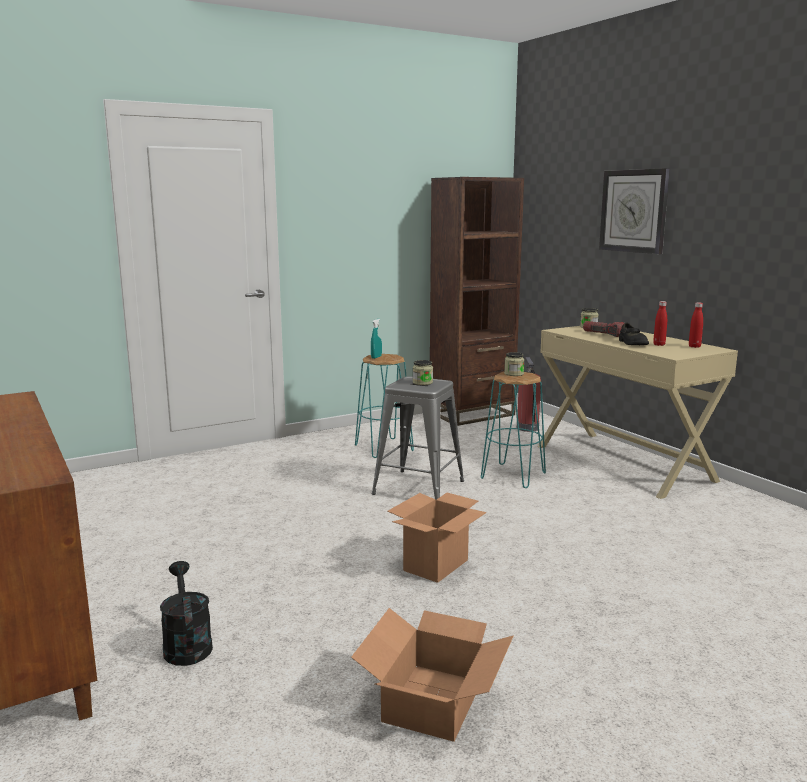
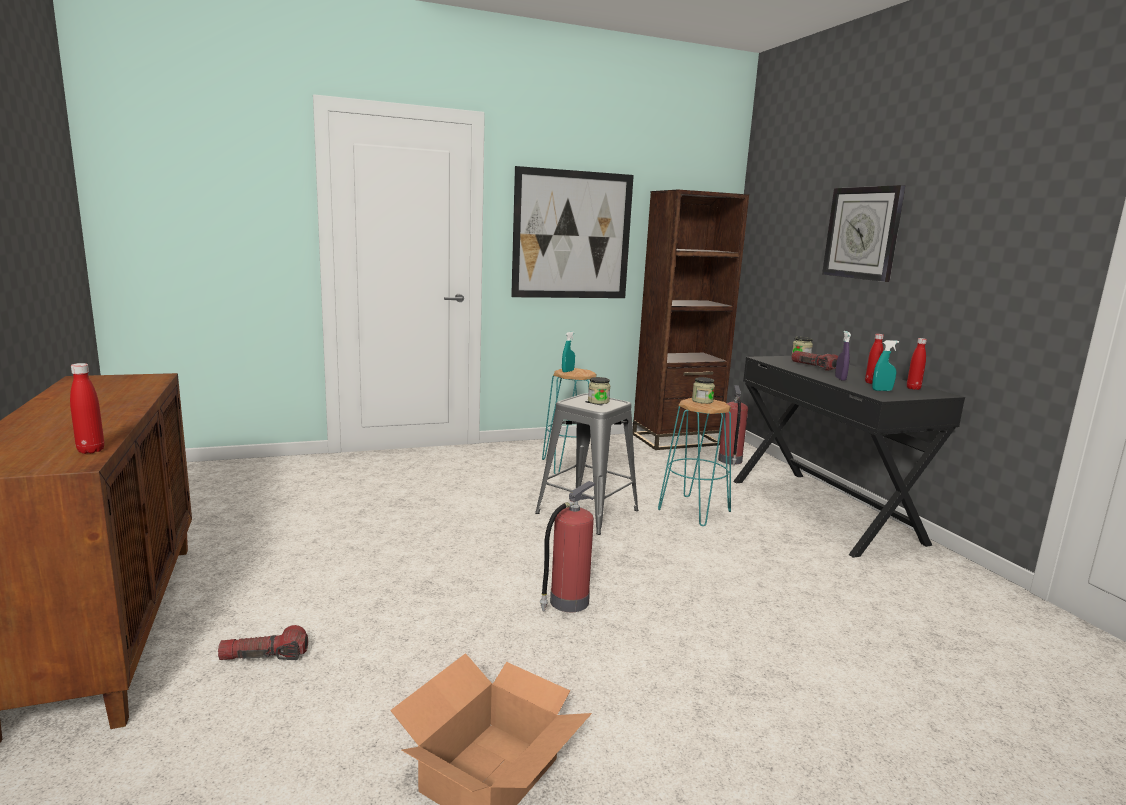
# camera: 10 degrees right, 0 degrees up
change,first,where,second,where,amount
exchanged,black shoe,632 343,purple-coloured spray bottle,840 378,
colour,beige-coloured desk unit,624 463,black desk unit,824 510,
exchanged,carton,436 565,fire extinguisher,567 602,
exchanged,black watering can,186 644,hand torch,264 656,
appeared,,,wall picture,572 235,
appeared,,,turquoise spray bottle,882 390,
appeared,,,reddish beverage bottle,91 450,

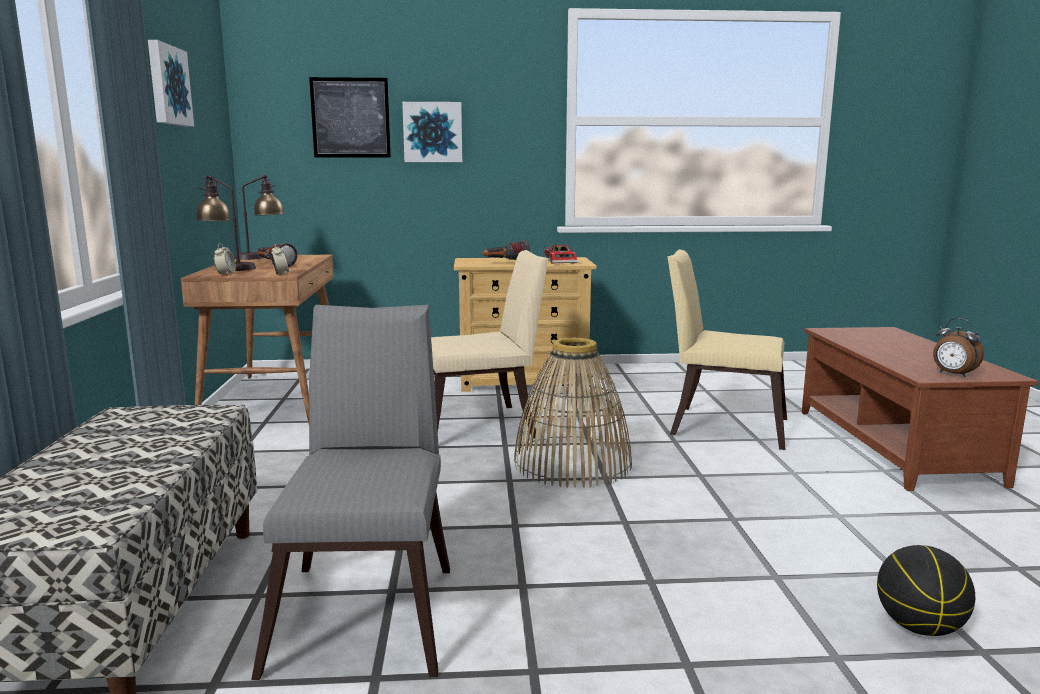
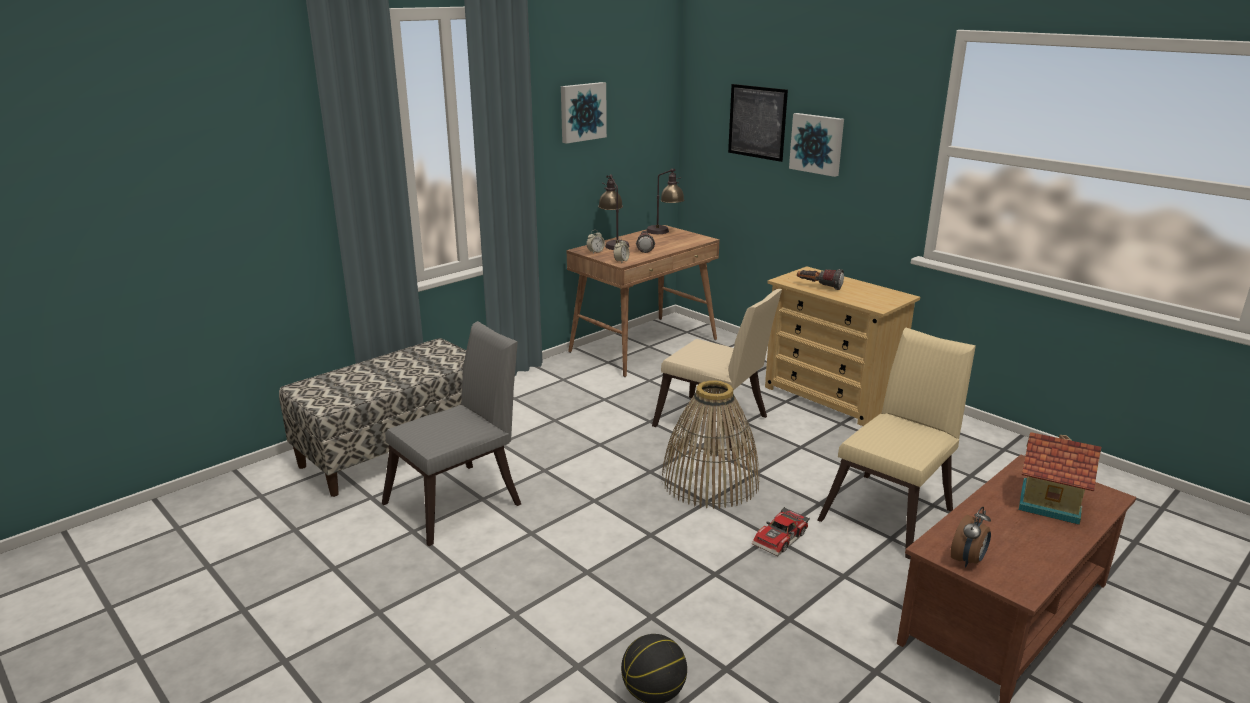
# camera: 50 degrees right, 10 degrees up
change,first,where,second,where,amount
relocated,toy car,561 261,,782 539,
spun,beige-coloured upright chair,720 425,,892 511,60 degrees clockwise
spun,alarm clock,952 374,,968 560,150 degrees counterclockwise
appeared,,,model house,1049 502,

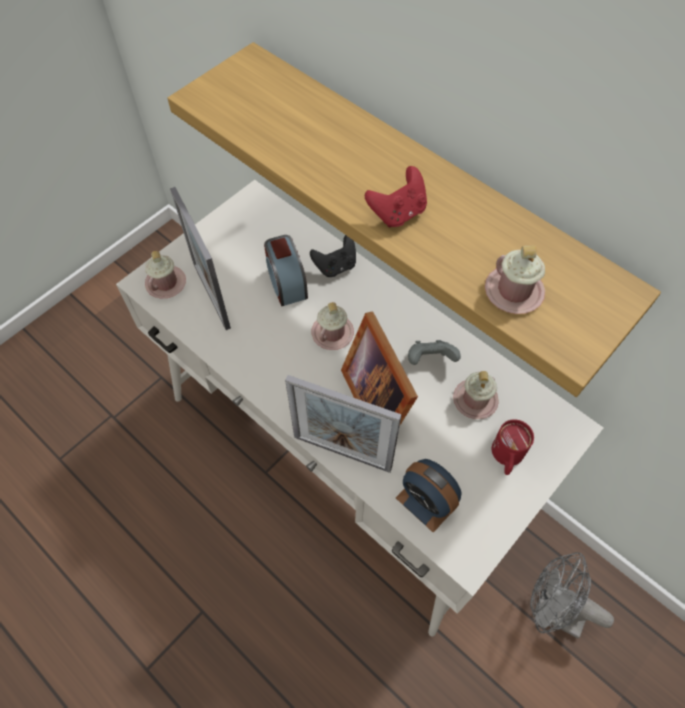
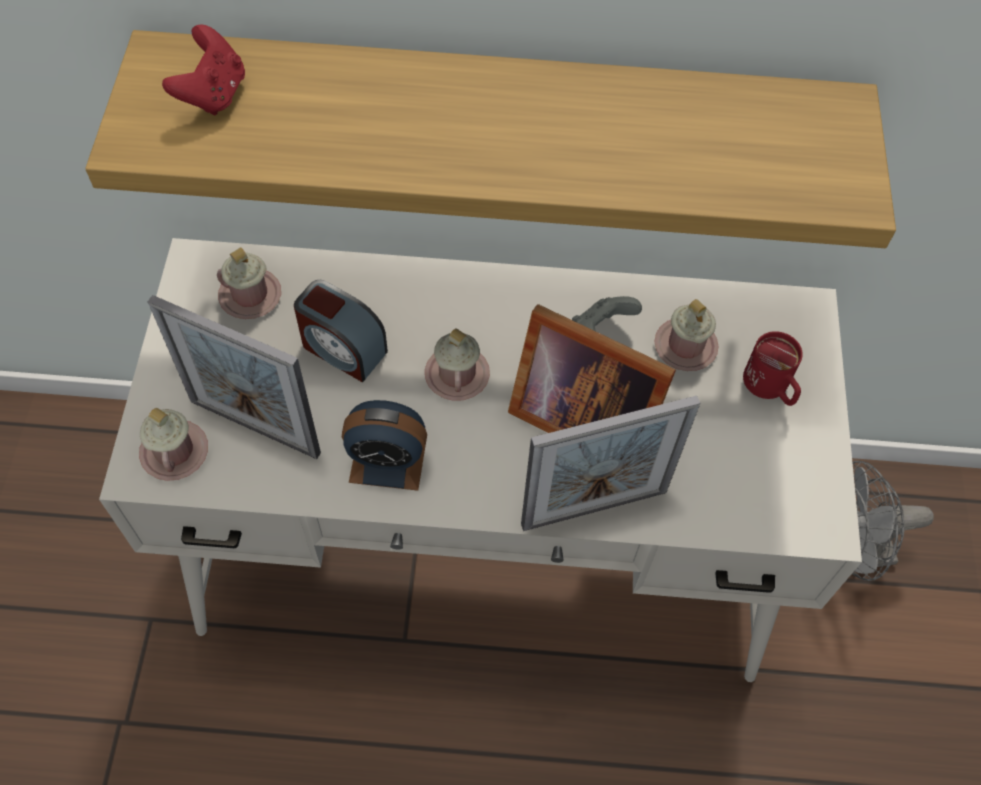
# camera: 40 degrees left, 0 degrees up
change,first,where,second,where,amount
relocated,reddish joypad,398 213,,213 94,
missing,black joypad,335 266,,,
relocated,pink coffee mug,513 291,,250 295,
relocated,alarm clock,427 501,,387 461,

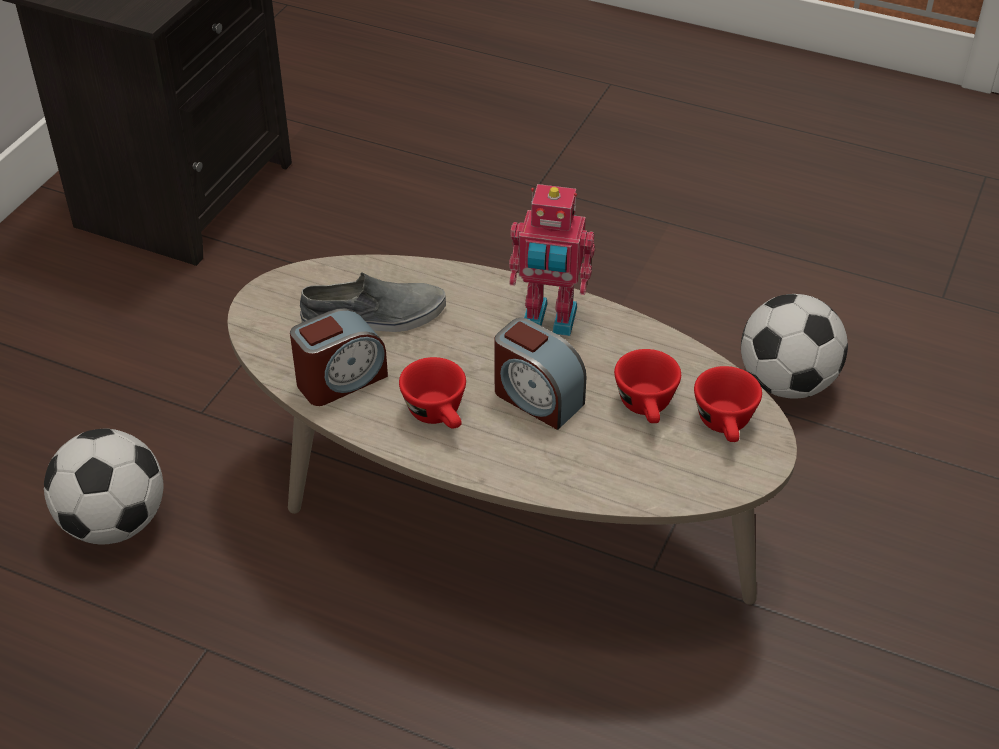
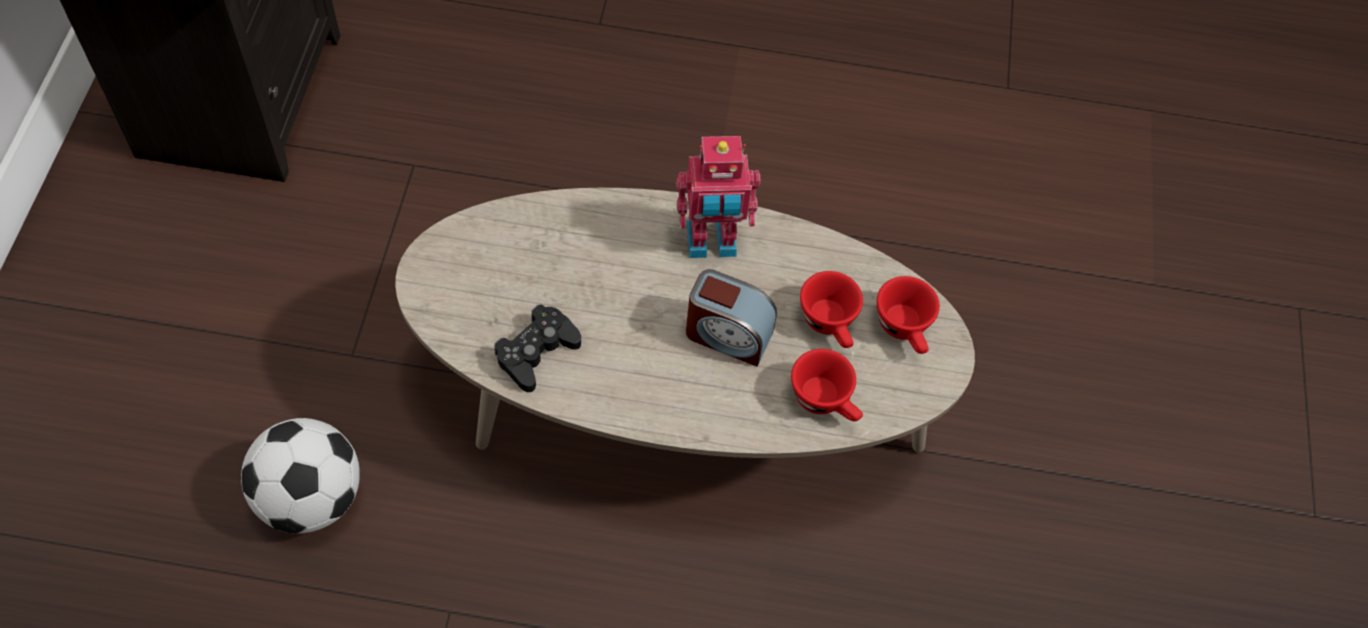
# camera: 20 degrees left, 15 degrees up
change,first,where,second,where,amount
missing,greyish shoe,374 317,,,
missing,ball for football,787 383,,,
exchanged,alarm clock,341 380,black joypad,536 352,
relocated,reddish cup,439 415,,826 401,

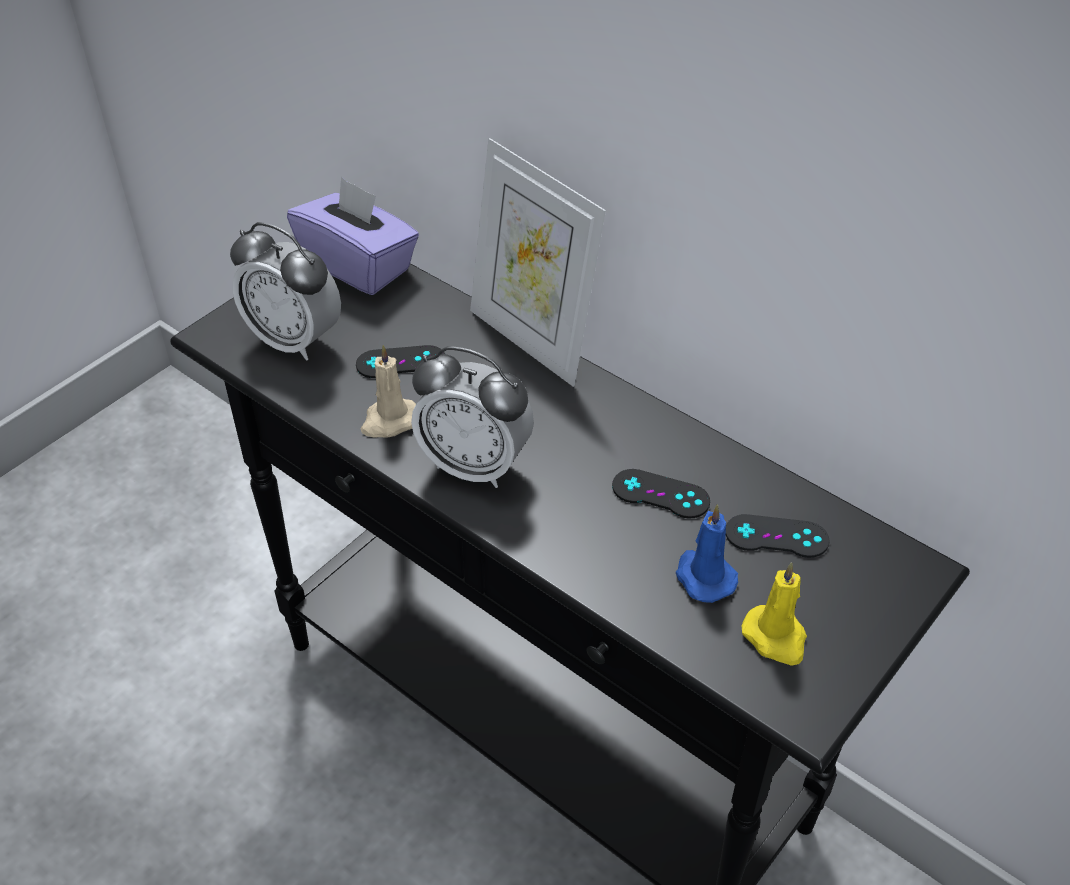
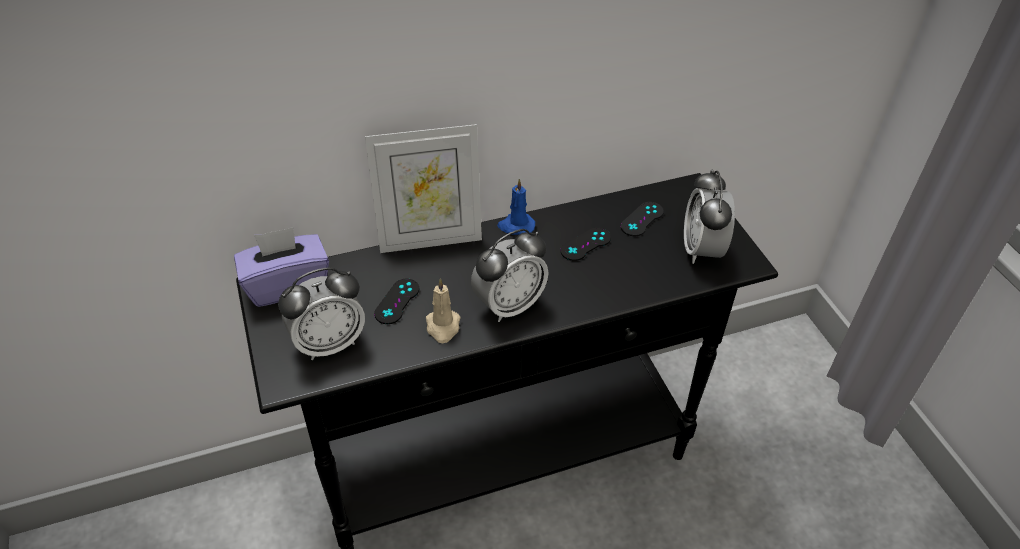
# camera: 60 degrees left, 0 degrees up
change,first,where,second,where,amount
relocated,bluish candle,703 576,,516 226,
exchanged,yellowish candle,776 638,alarm clock,701 250,

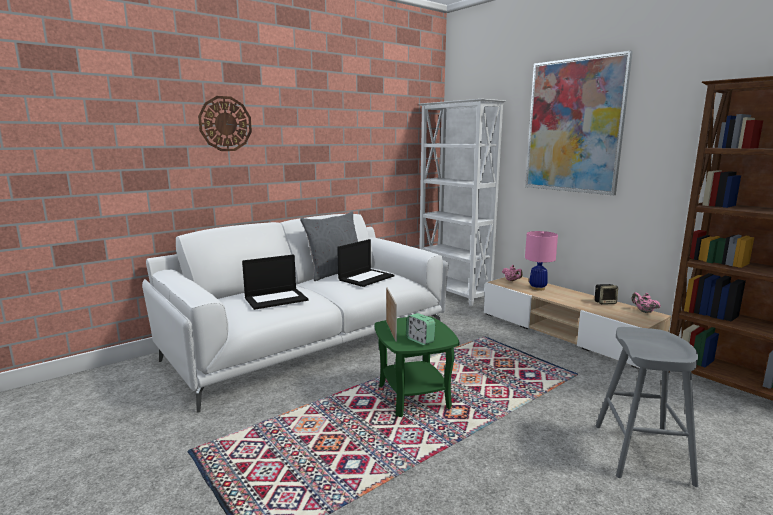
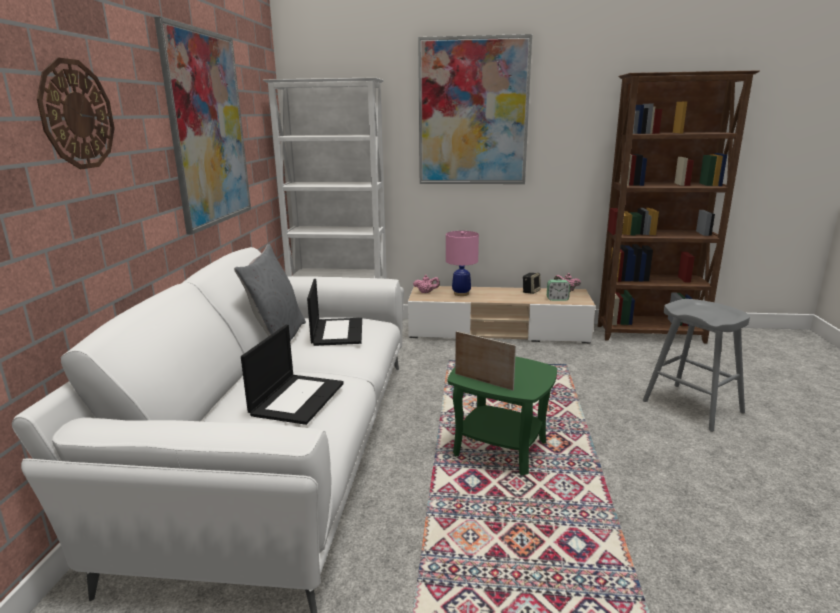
# camera: 45 degrees left, 5 degrees up
change,first,where,second,where,amount
relocated,alarm clock,420 340,,557 299,
appeared,,,wall picture,208 129,

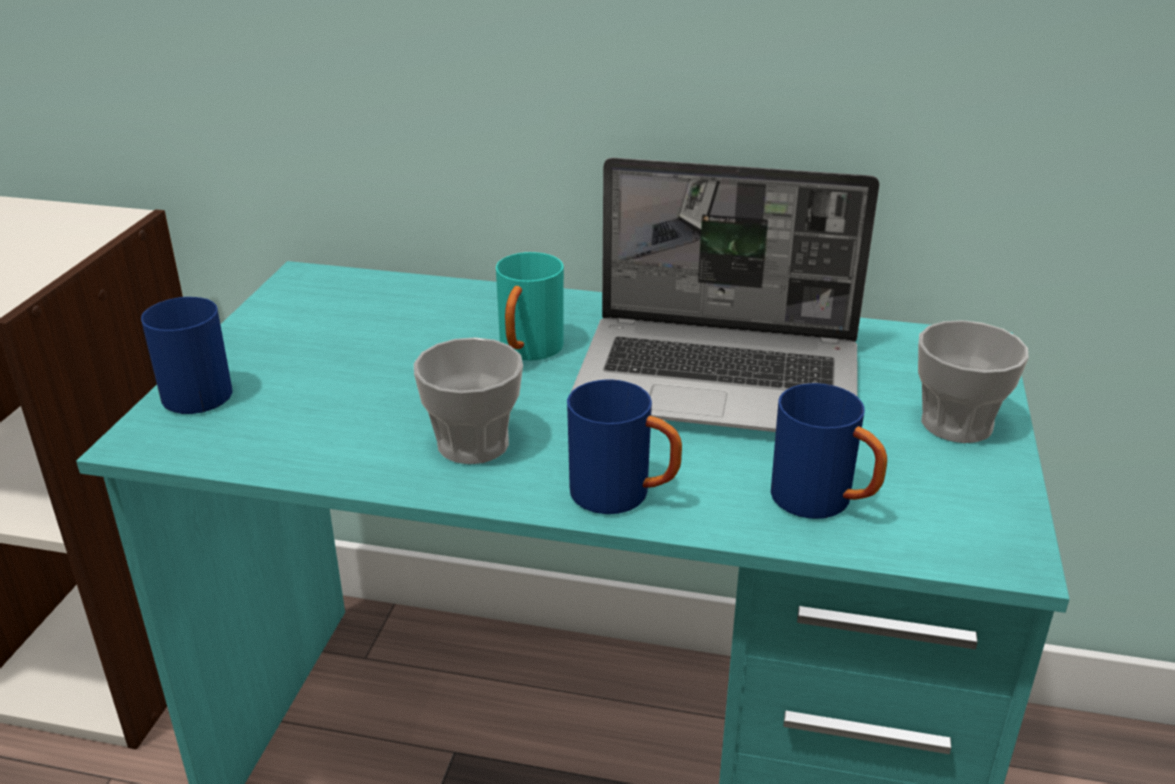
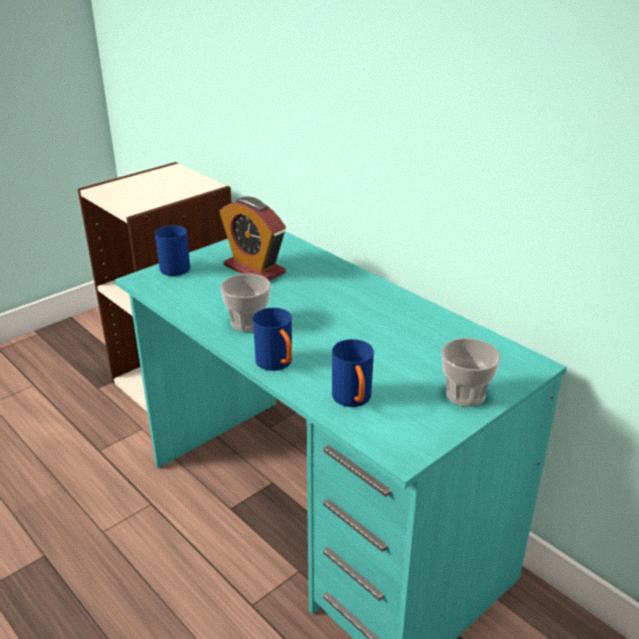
# camera: 35 degrees right, 0 degrees up
change,first,where,second,where,amount
missing,laptop,722 381,,,
missing,turquoise coffee mug,527 353,,,
appeared,,,alarm clock,254 269,

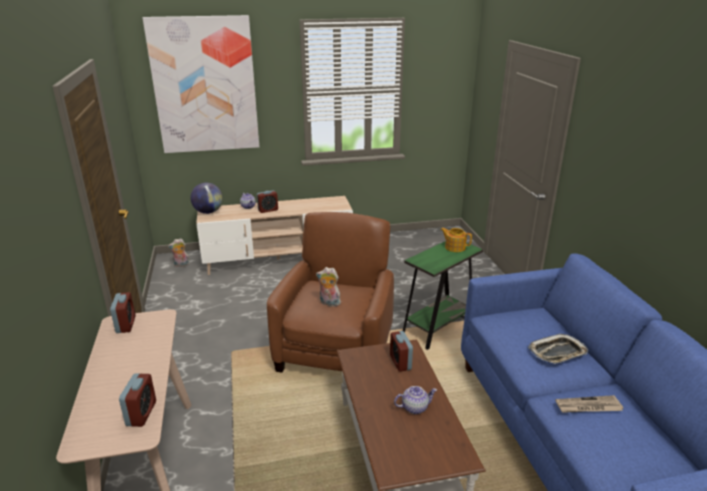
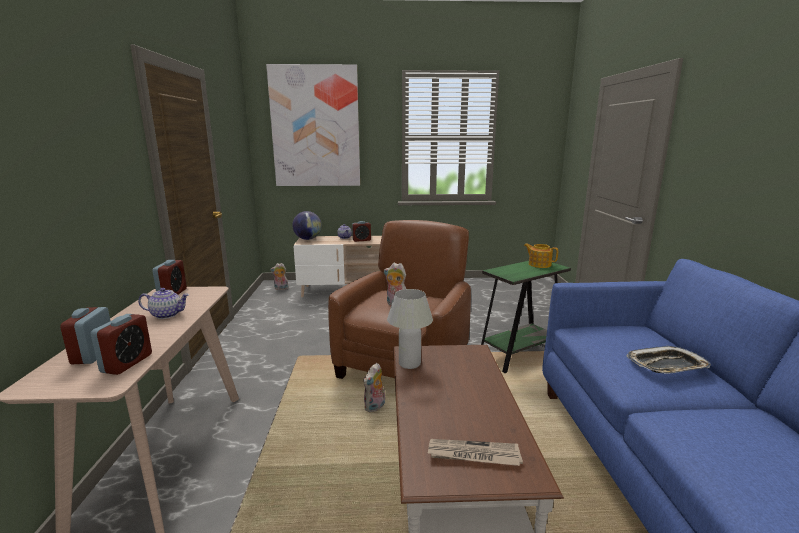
# camera: 10 degrees right, 10 degrees down
change,first,where,second,where,amount
relocated,alarm clock,400 362,,93 354,
relocated,pot for tea,415 407,,167 314,
relocated,daily paper,588 407,,473 455,
appeared,,,whitish tabletop lamp,409 364,
appeared,,,cuddly toy,375 407,

